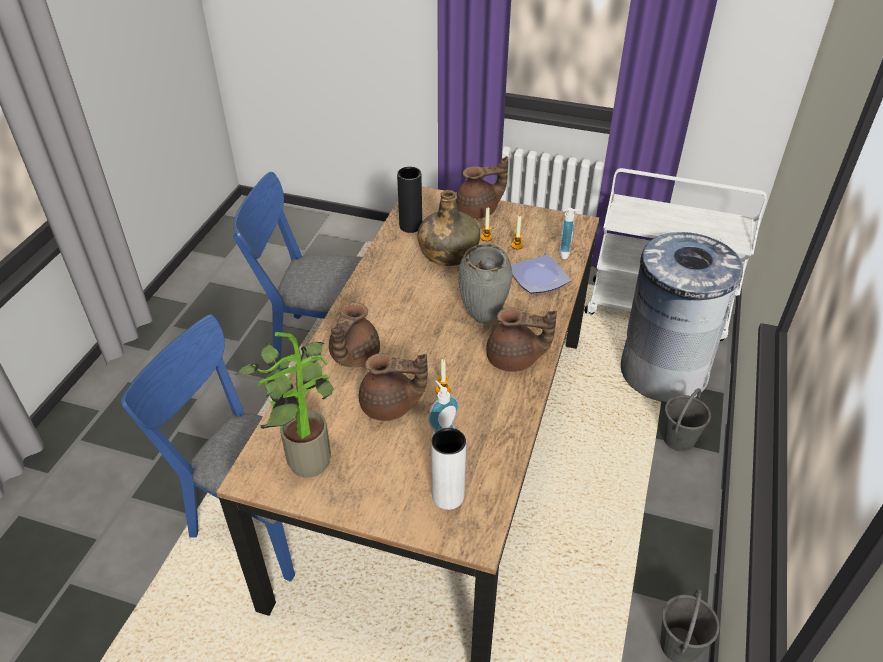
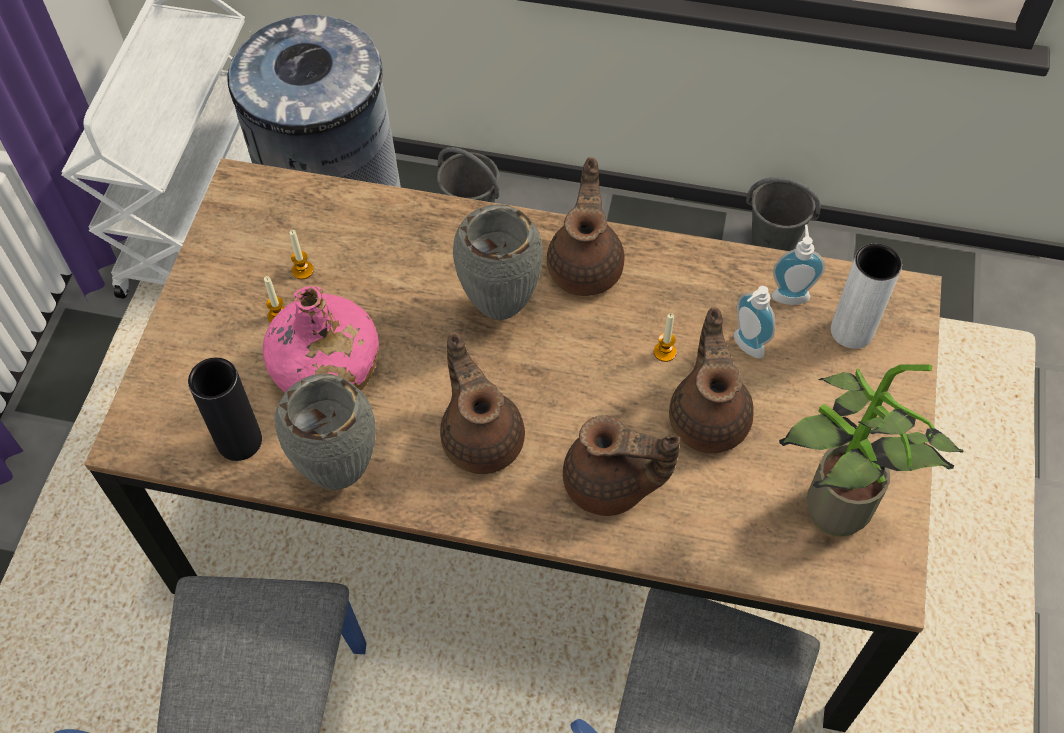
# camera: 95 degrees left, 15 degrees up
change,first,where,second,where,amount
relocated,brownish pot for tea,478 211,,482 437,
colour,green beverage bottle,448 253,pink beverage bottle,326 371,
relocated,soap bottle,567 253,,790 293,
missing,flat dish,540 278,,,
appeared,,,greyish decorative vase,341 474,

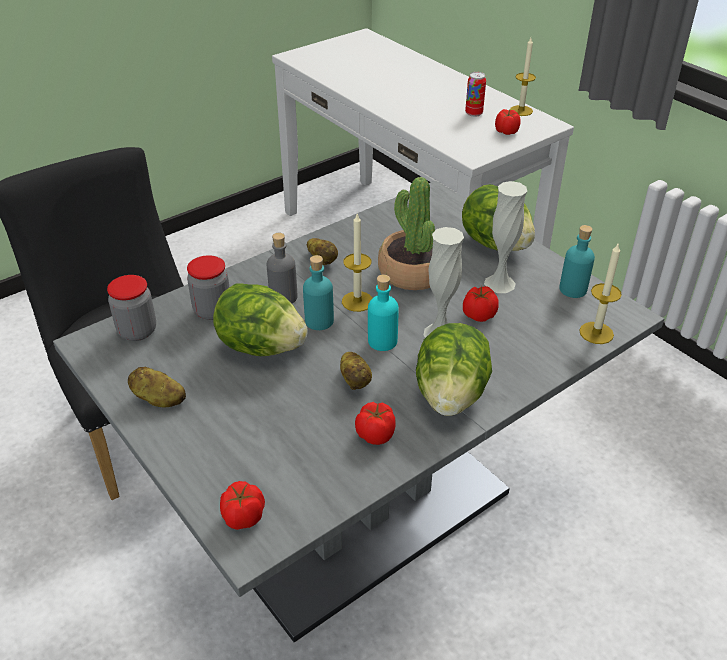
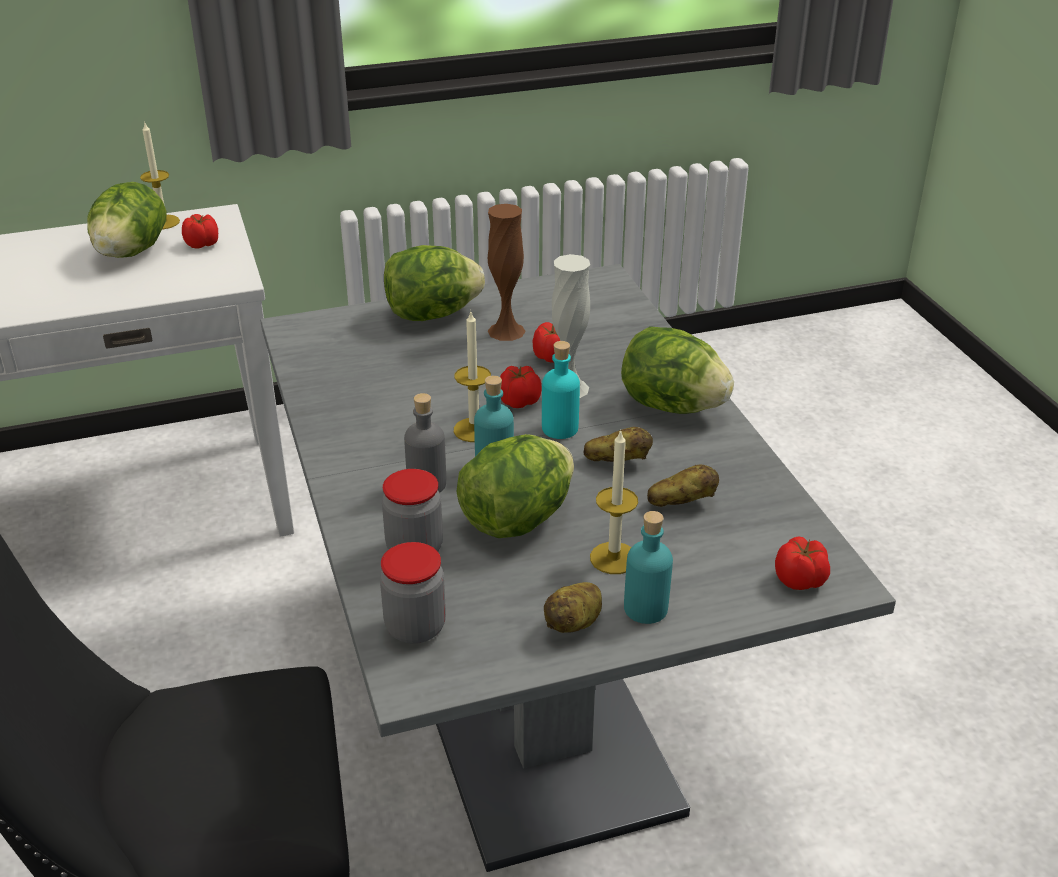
# camera: 70 degrees left, 5 degrees down
change,first,where,second,where,amount
exchanged,metal can,473 113,lettuce head,131 252,
missing,plant in a pot,413 272,,,
colour,whitish decorative vase,499 283,brownish decorative vase,506 331,
relocated,turquoise beverage bottle,573 289,,646 608,
relocated,spud,322 260,,681 502,
relocated,candle,596 333,,614 558,
relocated,tomato,376 434,,519 401,

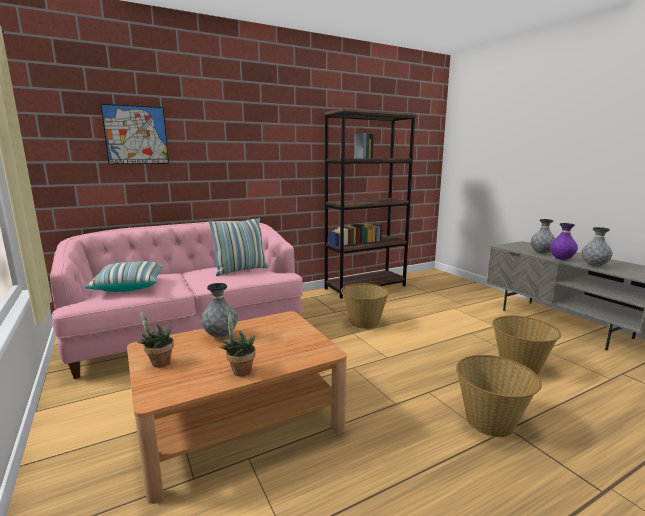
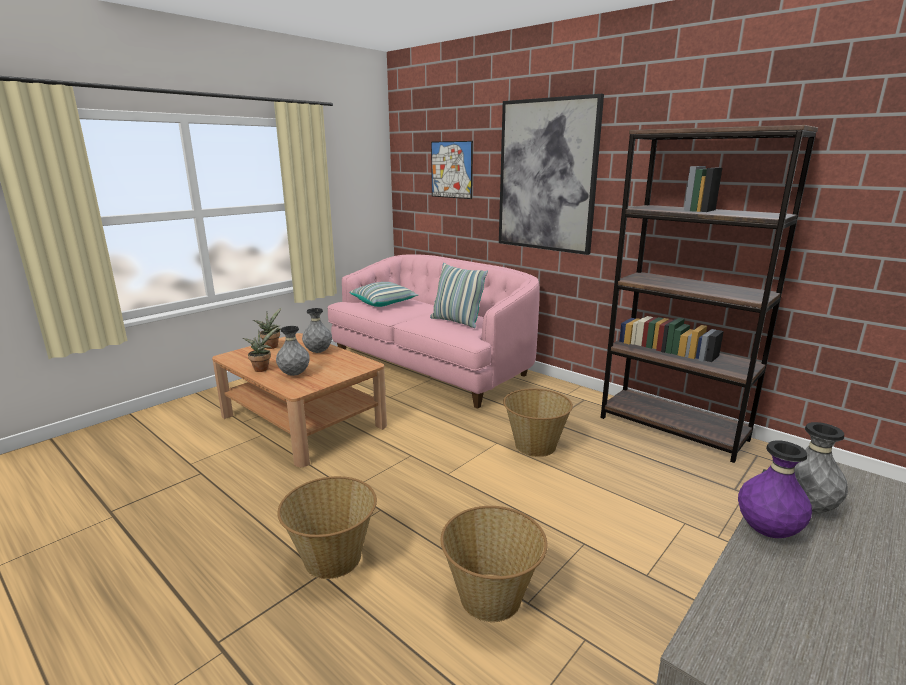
# camera: 70 degrees right, 5 degrees up
change,first,where,second,where,amount
relocated,greyish decorative vase,594 266,,294 374,
appeared,,,wall picture,547 176,

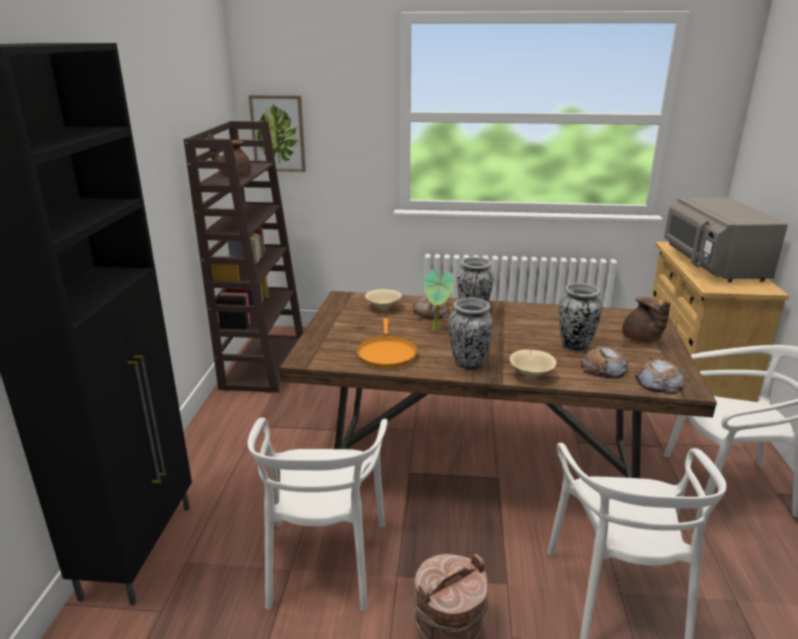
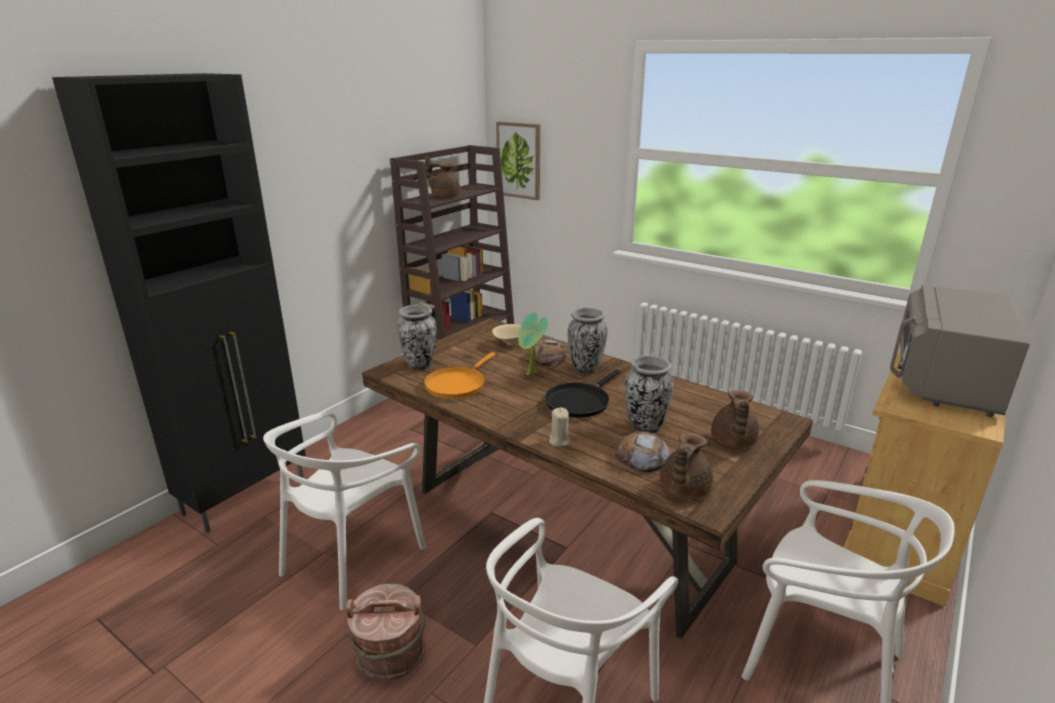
# camera: 30 degrees right, 0 degrees up
change,first,where,second,where,amount
relocated,decorative vase,469 364,,420 365,
exchanged,beige-coloured bowl,531 374,beige-coloured candle,559 441,
exchanged,baked bread,658 382,brownish pot for tea,683 490,
appeared,,,black frying pan,579 401,

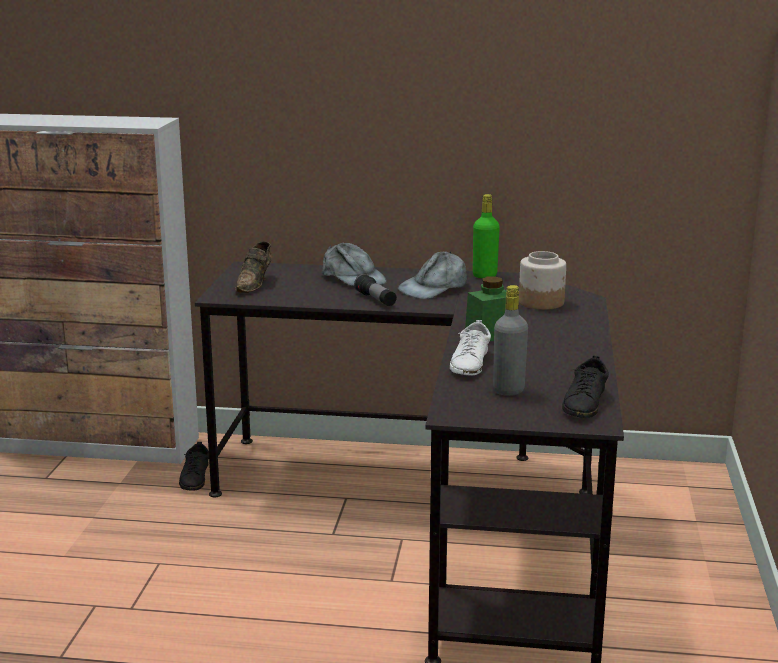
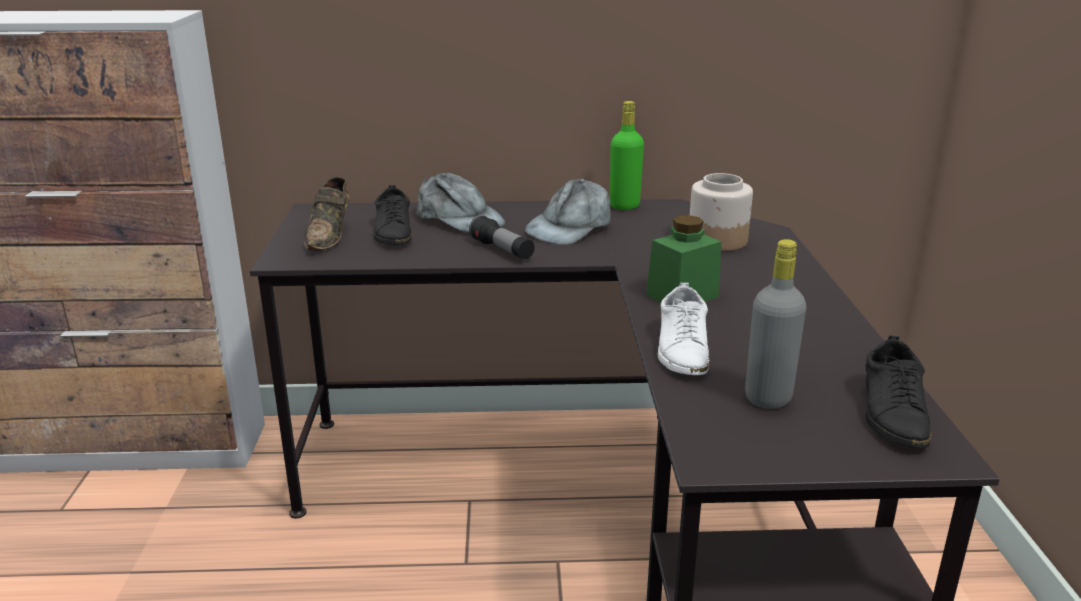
# camera: 10 degrees left, 5 degrees up
change,first,where,second,where,amount
relocated,black shoe,195 477,,393 232,

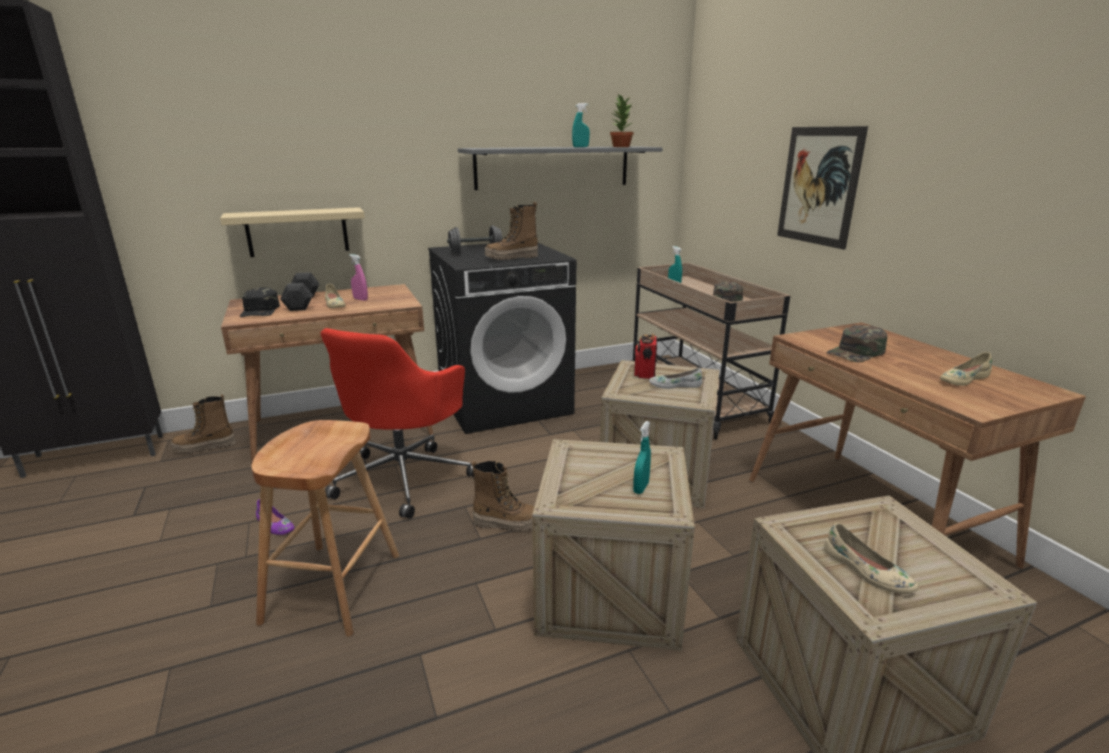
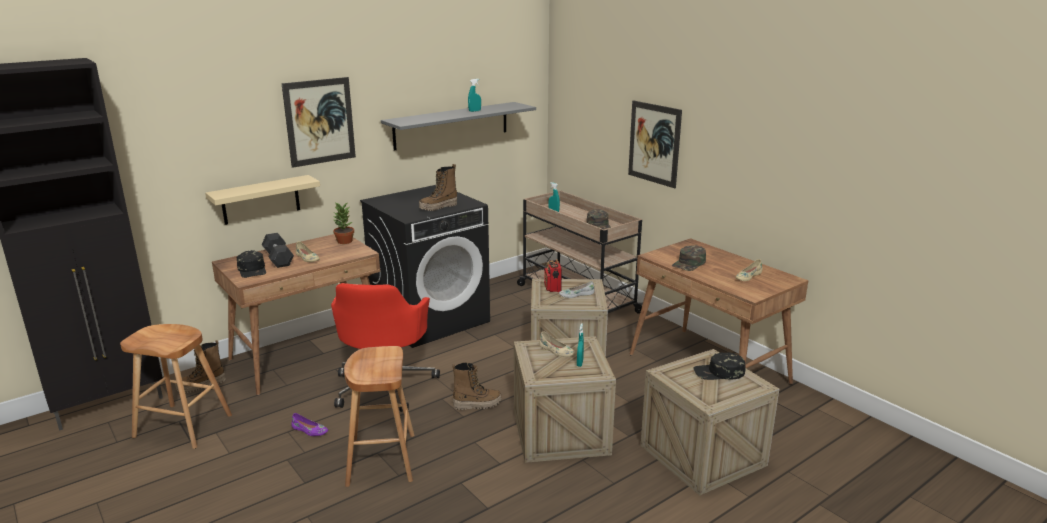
# camera: 15 degrees left, 0 degrees up
change,first,where,second,where,amount
relocated,plant in a pot,620 147,,344 241,
missing,greyish dumbbell,475 252,,,
missing,pink spray bottle,360 299,,,
relocated,beige-coloured shoe,866 571,,556 351,
appeared,,,wall picture,319 121,
appeared,,,brownish sitting stool,182 426,
appeared,,,black cap,719 372,

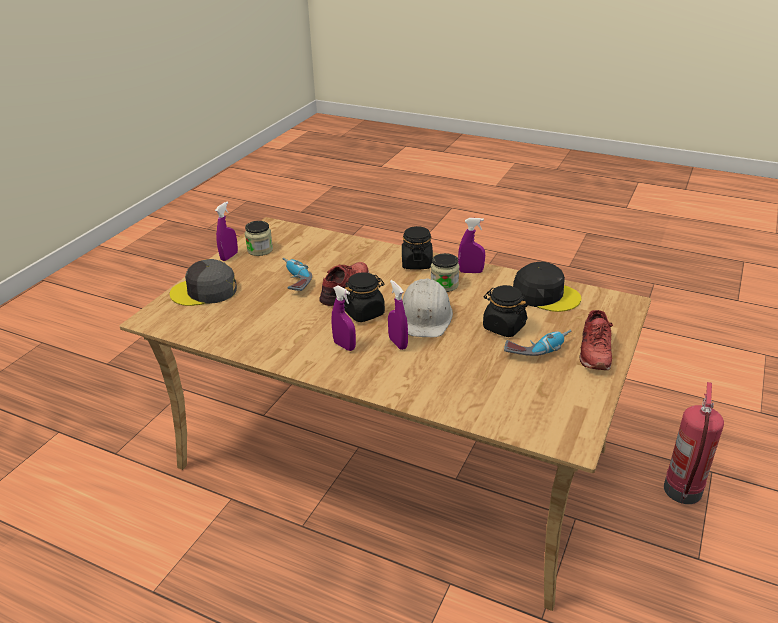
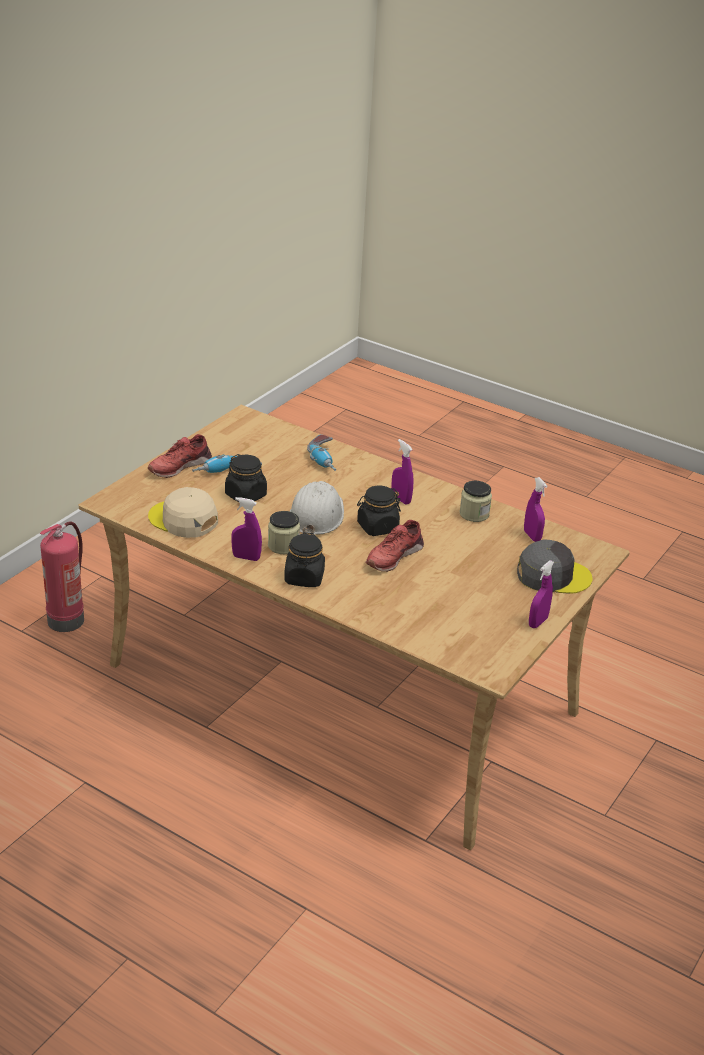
# camera: 175 degrees left, 0 degrees up
change,first,where,second,where,amount
relocated,storage jar,260 250,,474 514,
relocated,power drill,294 280,,325 460,
colour,black cap,545 295,beige-coloured cap,183 520,
relocated,purple-coloured spray bottle,398 343,,532 536,
spun,reddish shoe,594 351,,179 466,150 degrees counterclockwise

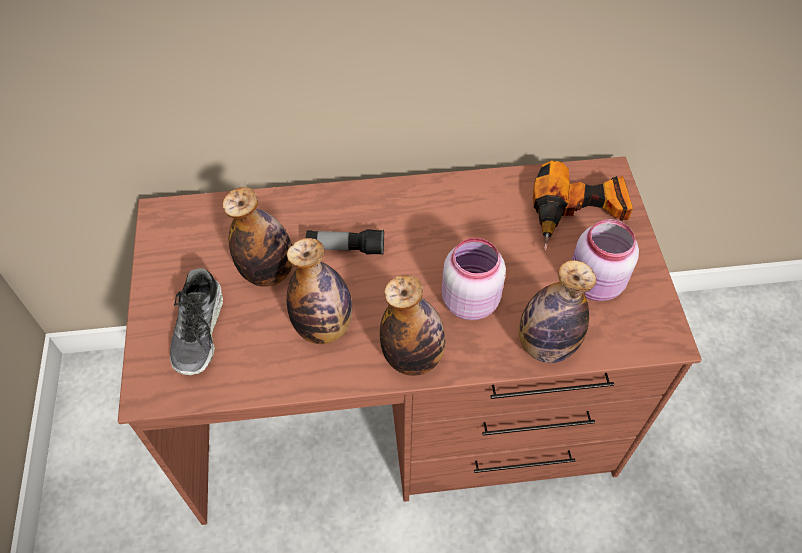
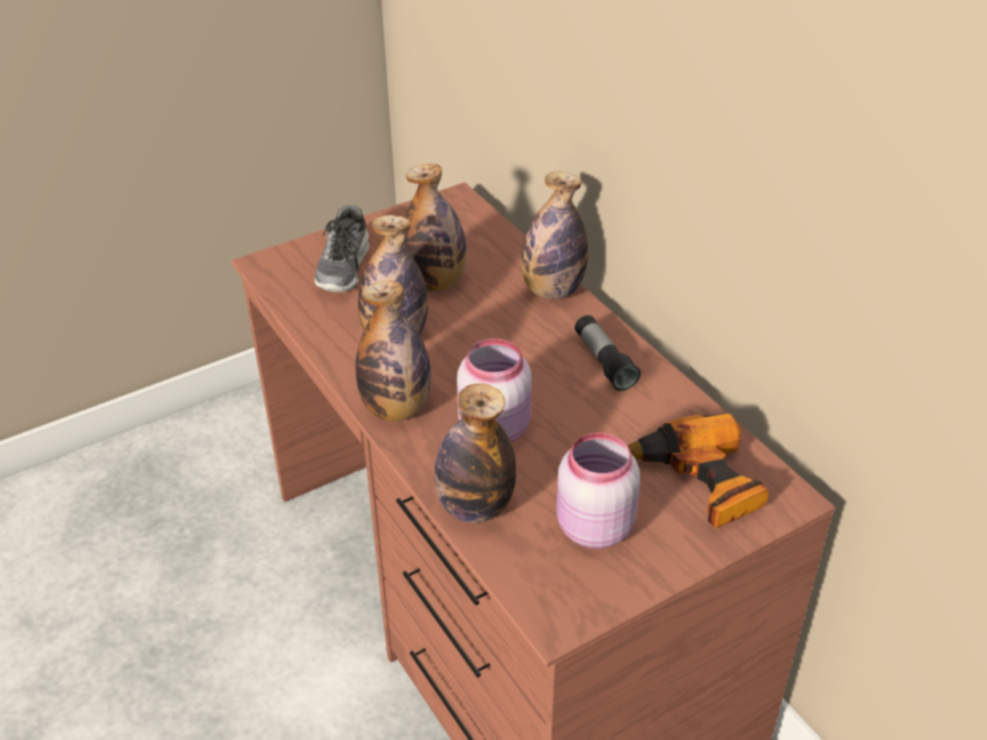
# camera: 65 degrees right, 15 degrees down
change,first,where,second,where,amount
relocated,hand torch,345 248,,604 362,
spun,shoe,199 331,,344 267,60 degrees counterclockwise
appeared,,,beverage bottle,552 290,

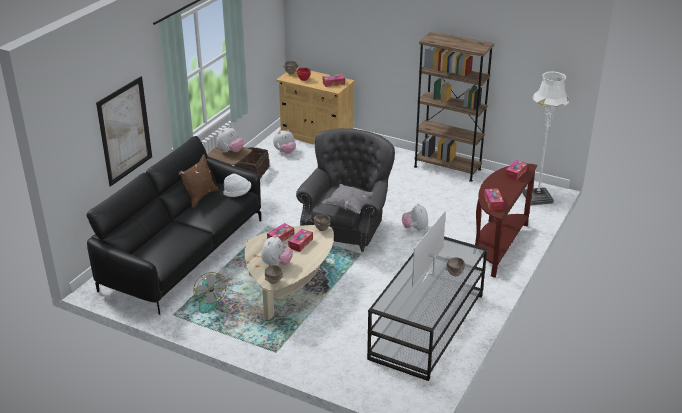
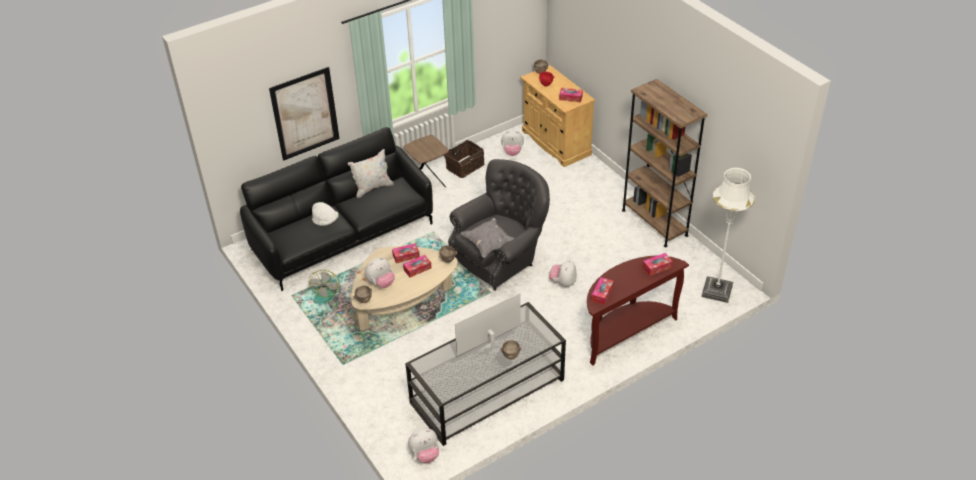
# camera: 30 degrees right, 10 degrees up
change,first,where,second,where,amount
relocated,cuddly toy,230 151,,425 454,
colour,brownish cushion,200 197,whitish cushion,372 188,
relocated,whitish wearable hat,237 193,,325 221,

